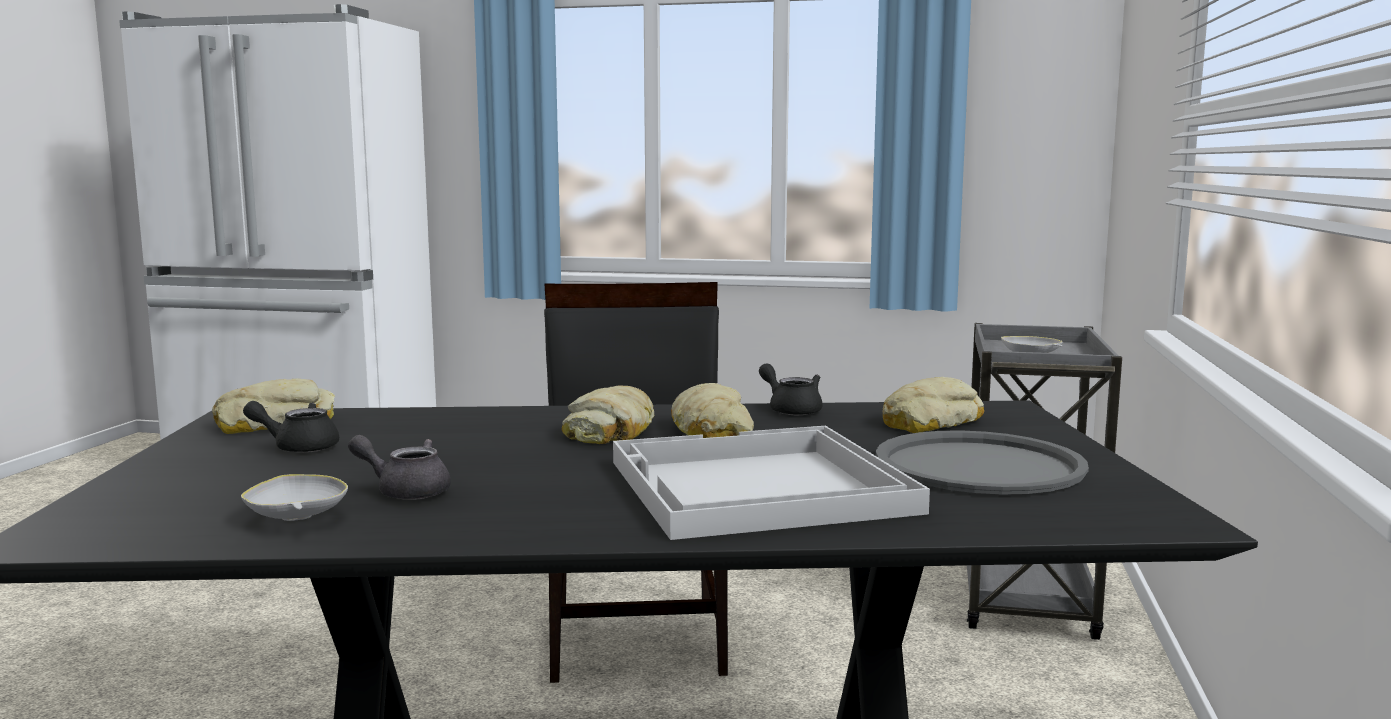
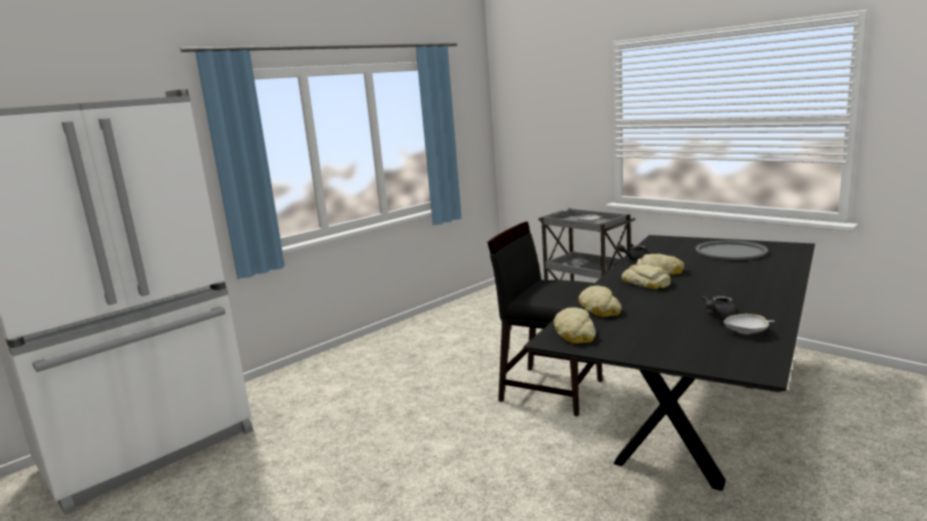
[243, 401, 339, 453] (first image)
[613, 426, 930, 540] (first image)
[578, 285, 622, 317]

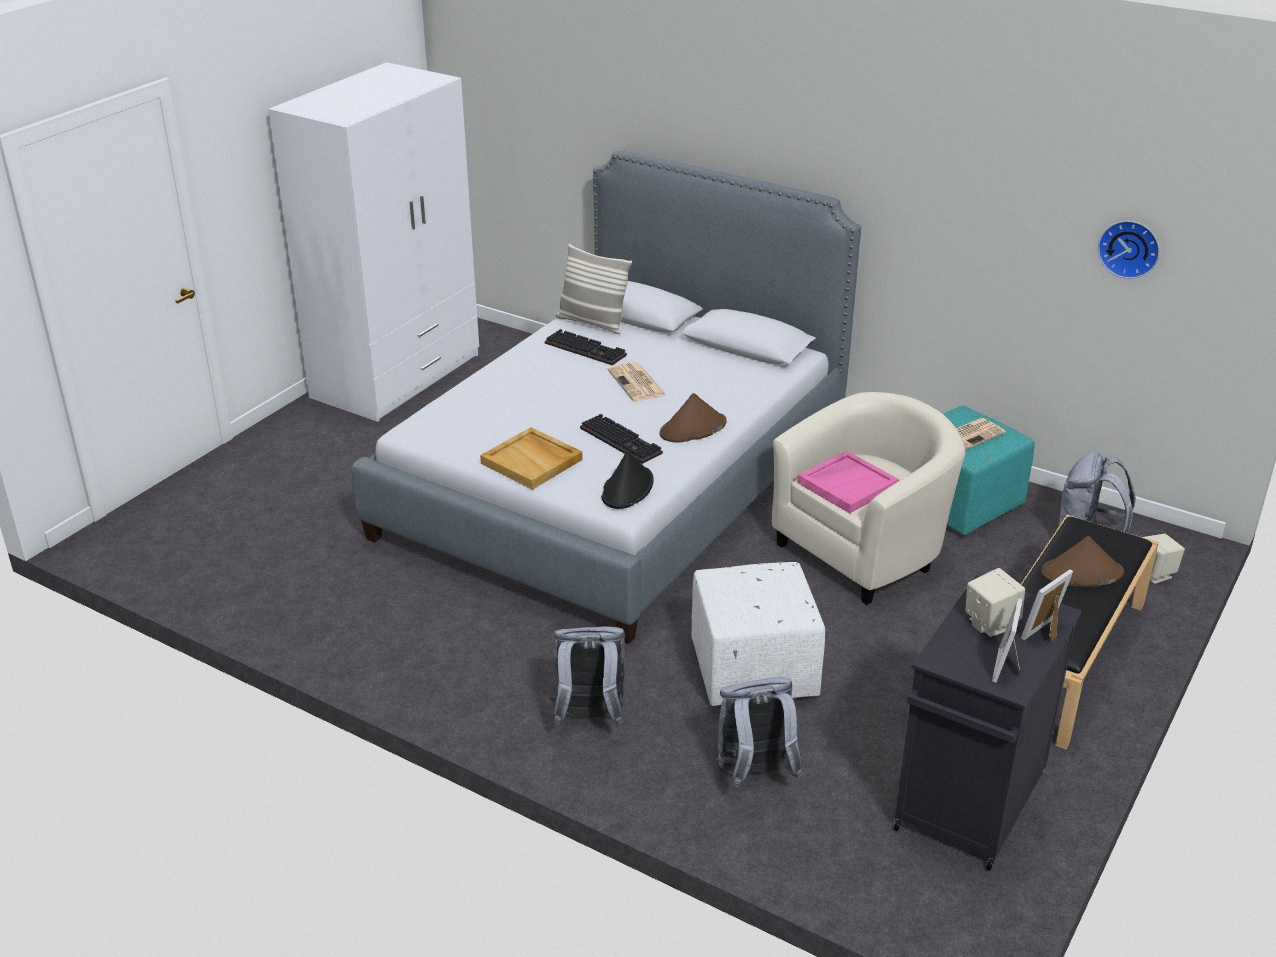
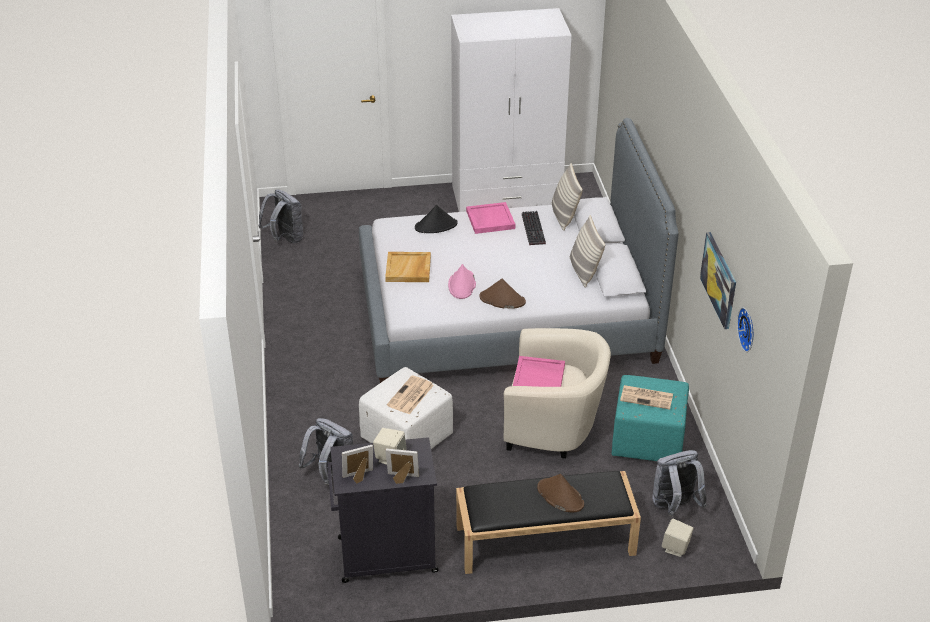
[259, 190, 303, 244]
[448, 264, 476, 299]
[415, 205, 458, 233]
[387, 375, 434, 415]
[466, 202, 515, 234]
[570, 215, 605, 288]
[700, 232, 736, 329]

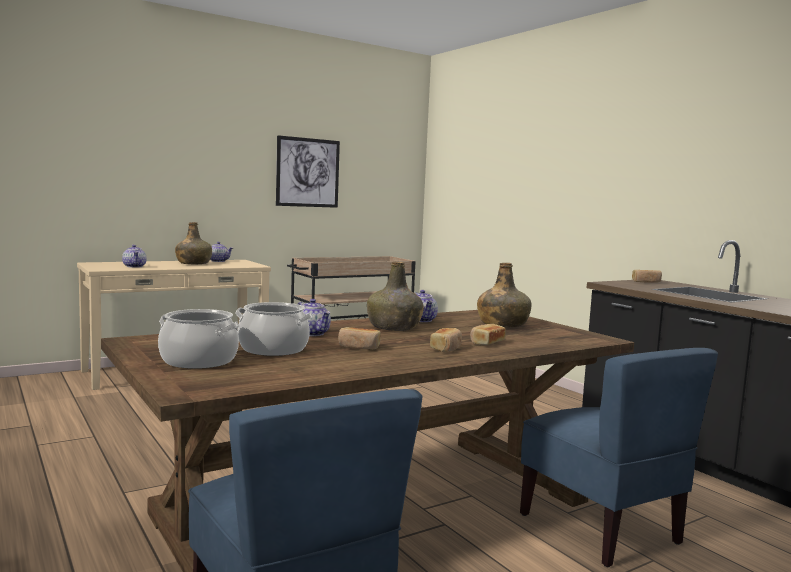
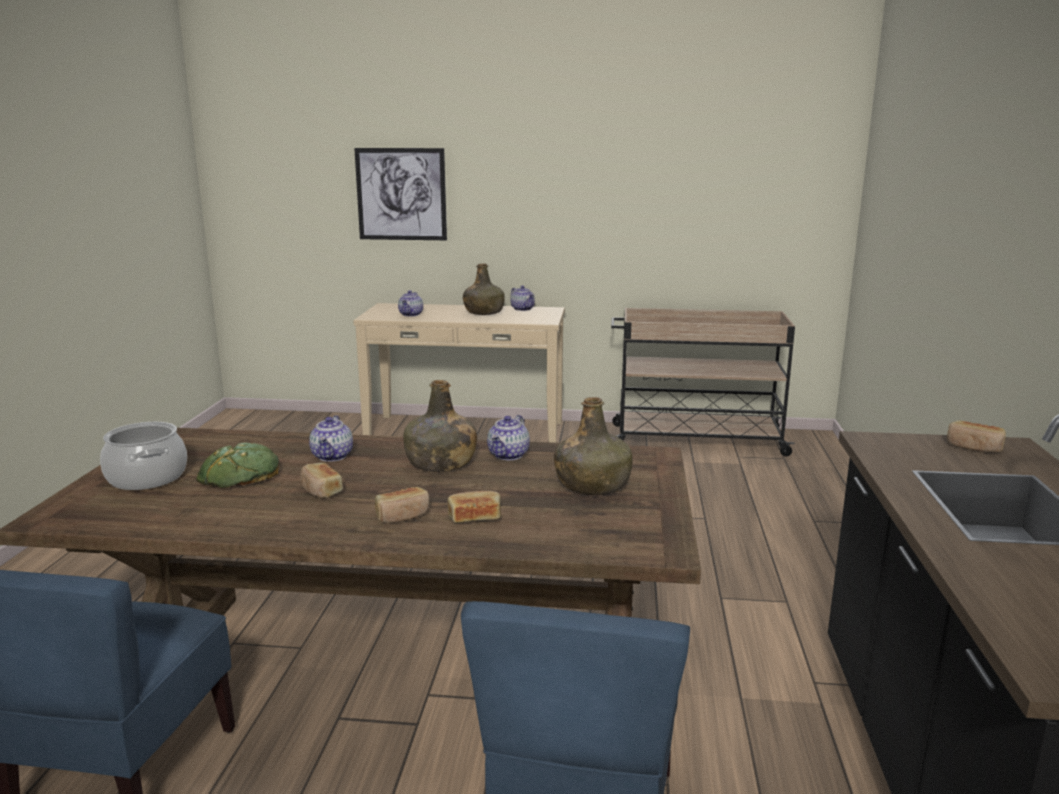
[196, 443, 279, 488]
[354, 148, 447, 240]

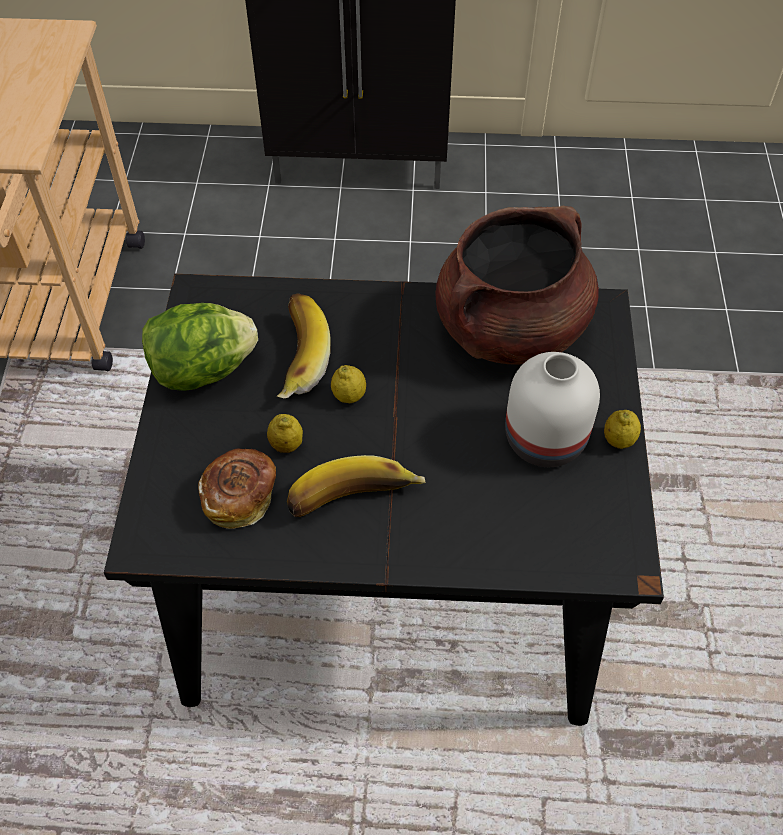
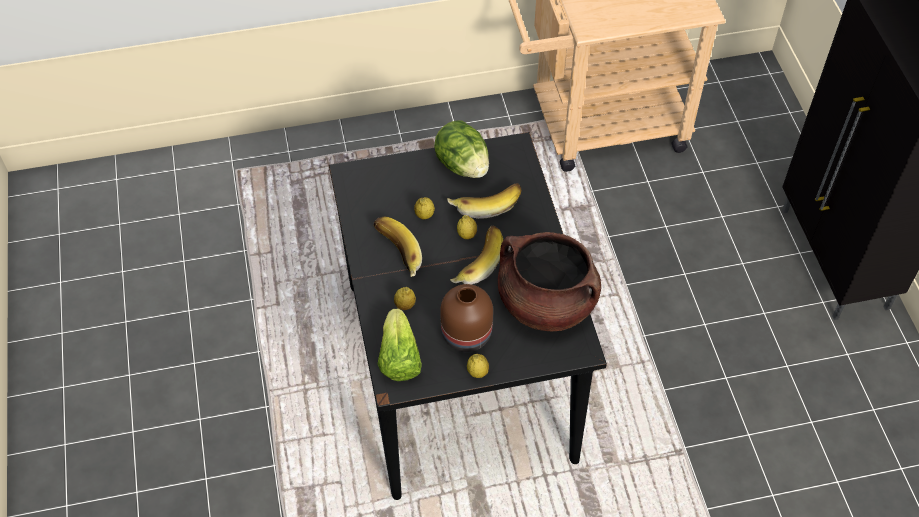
[198, 448, 276, 529] (first image)
[440, 284, 493, 352]
[378, 309, 422, 381]
[394, 287, 416, 310]
[450, 226, 503, 285]

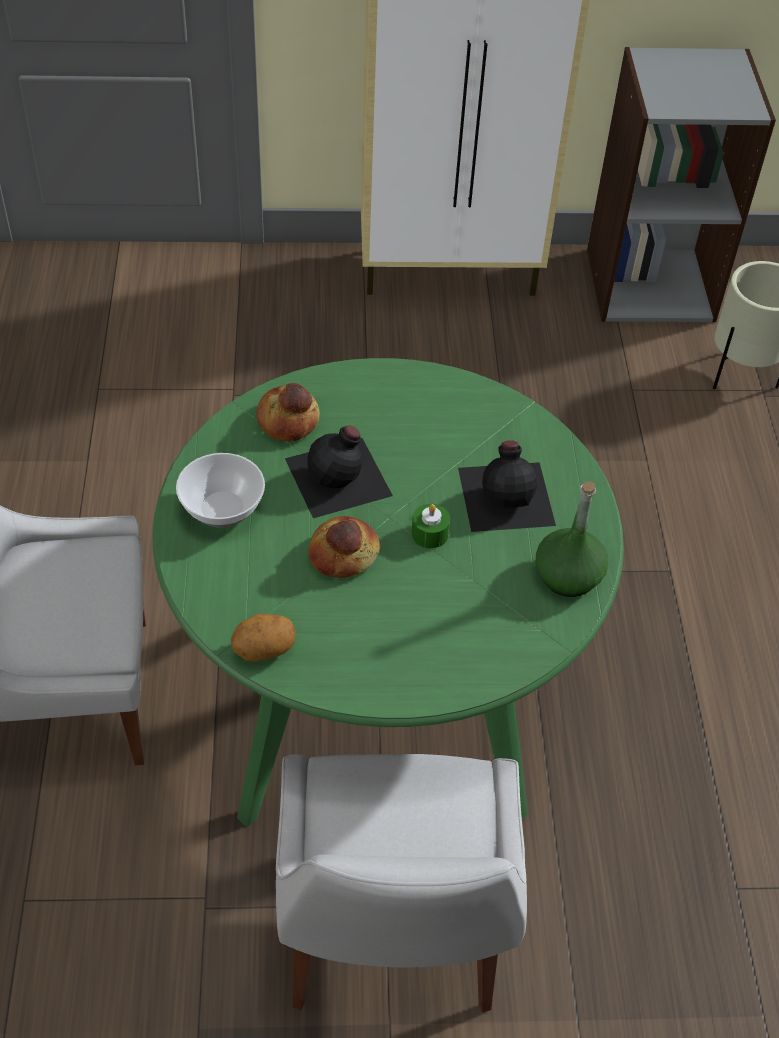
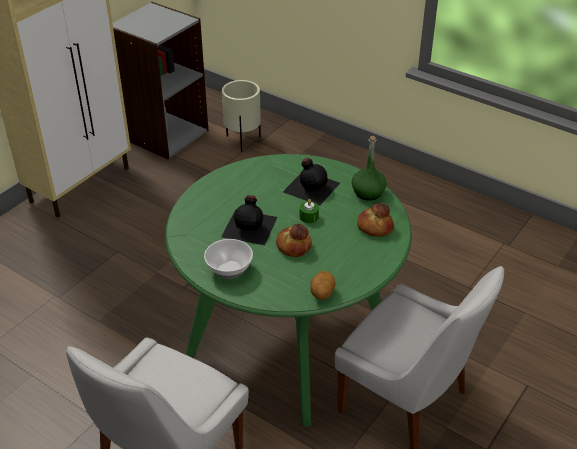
[357, 203, 394, 237]

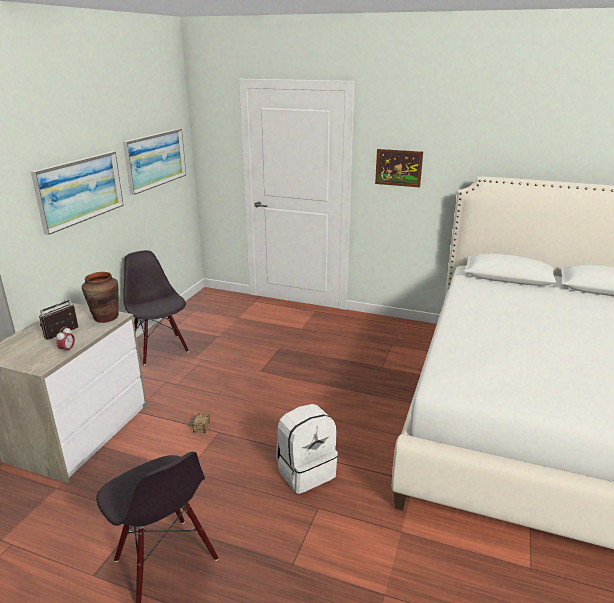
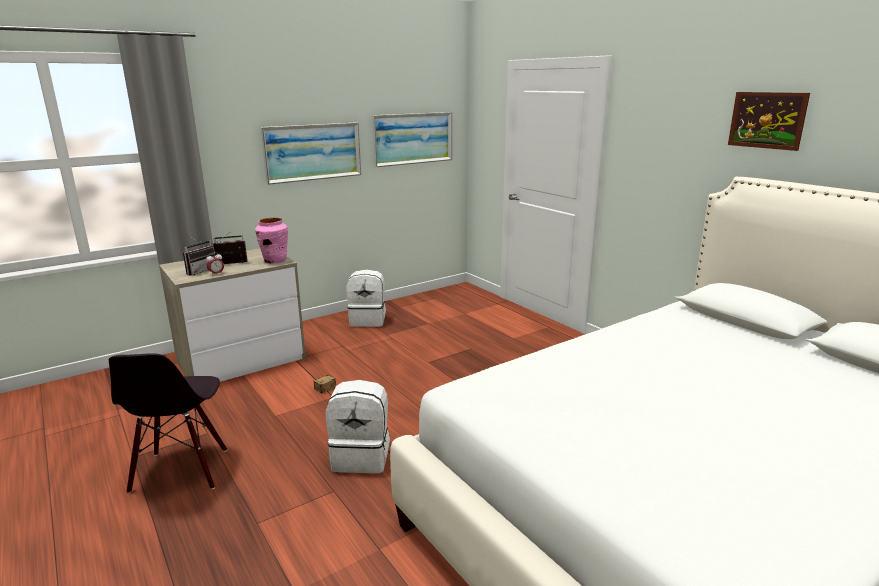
[255, 218, 288, 264]
[347, 269, 386, 327]
[728, 92, 810, 151]
[183, 235, 215, 276]

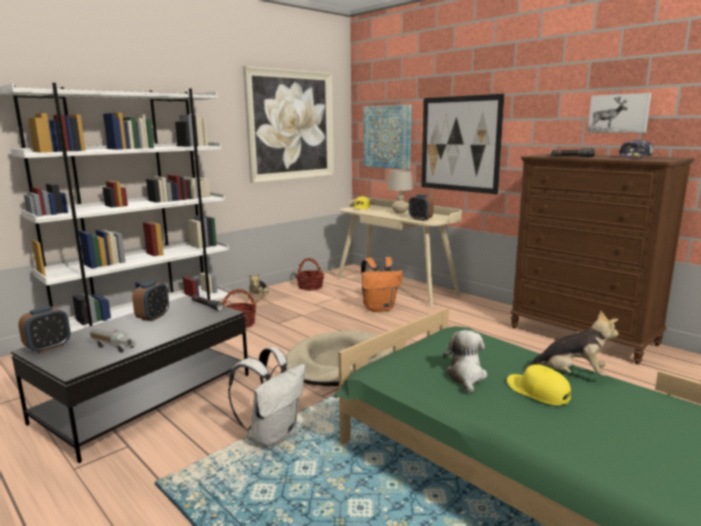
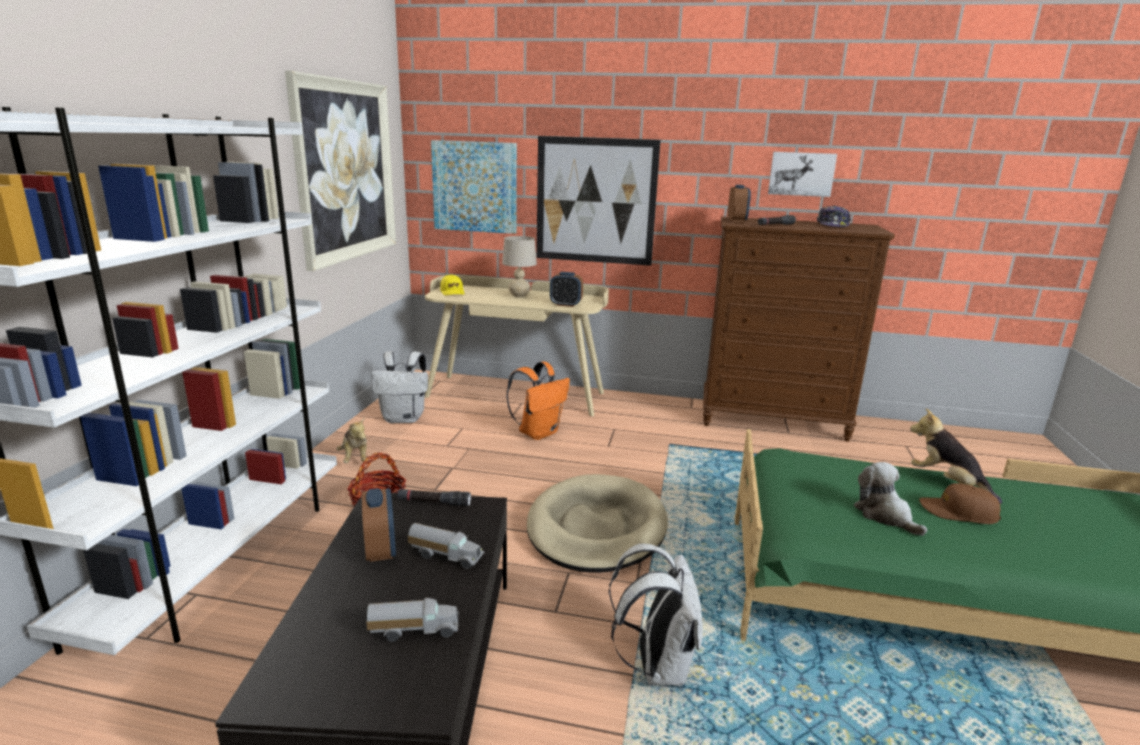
[728, 185, 751, 222]
[371, 351, 428, 423]
[919, 483, 1001, 524]
[910, 408, 1002, 504]
[408, 523, 484, 569]

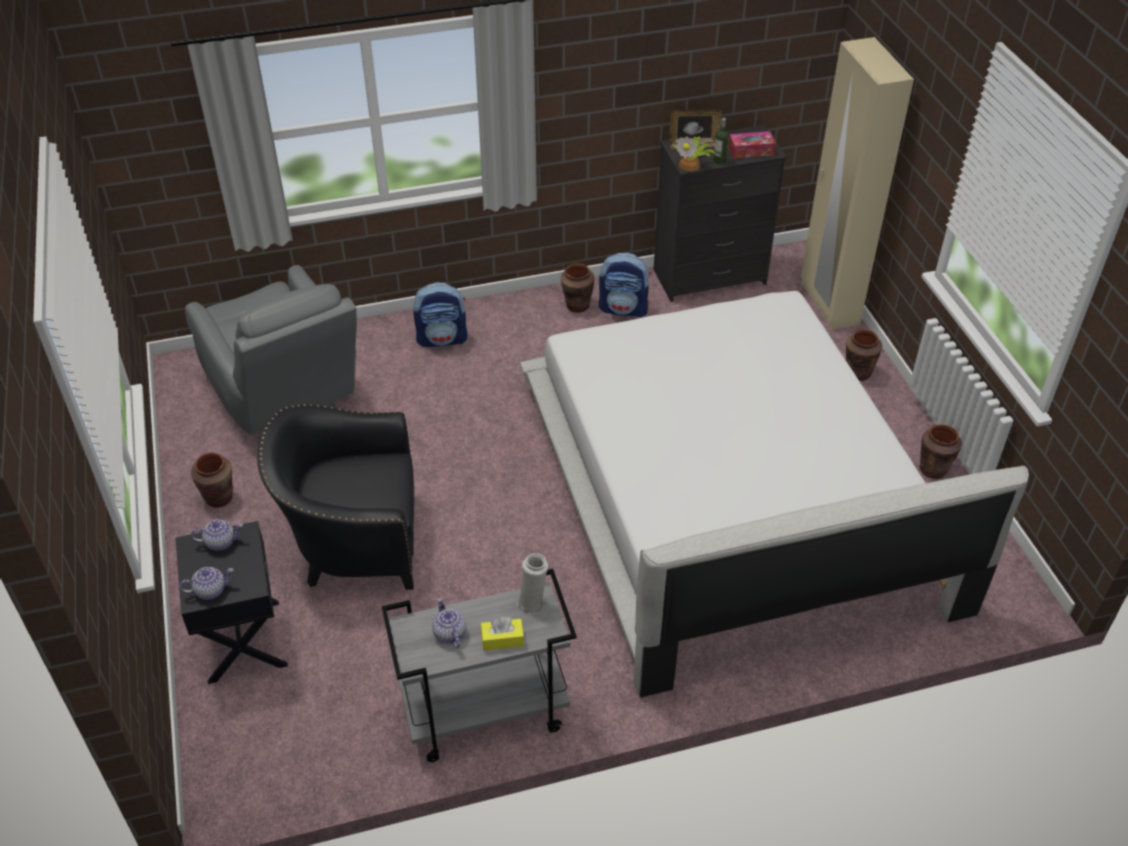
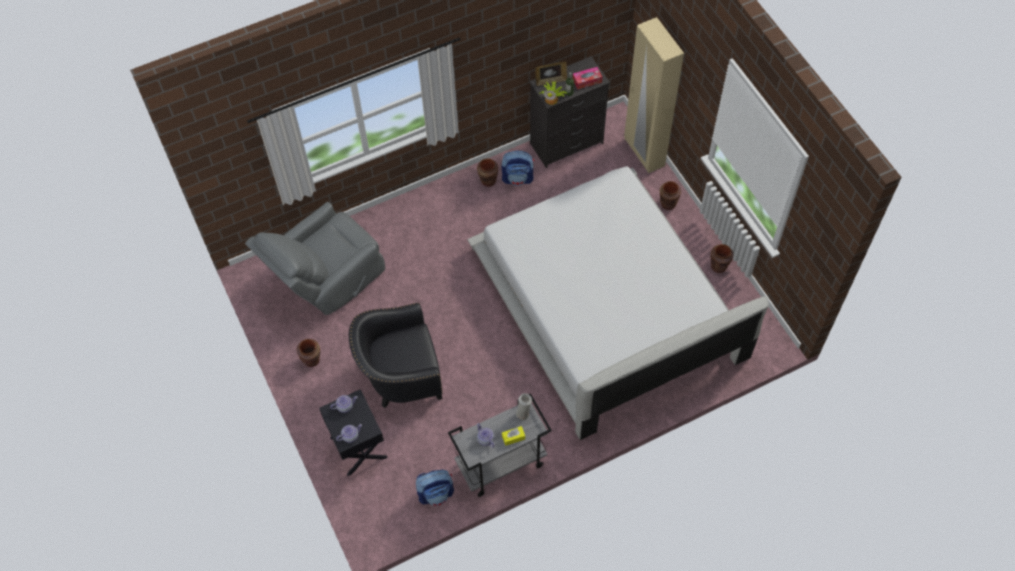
[245, 202, 385, 315]
[416, 470, 454, 506]

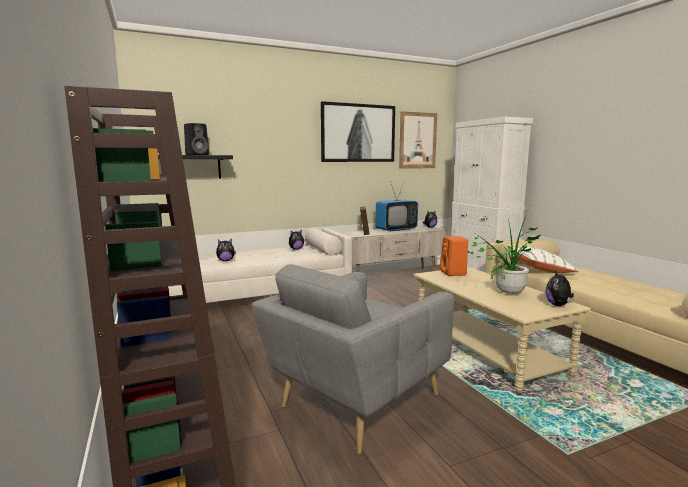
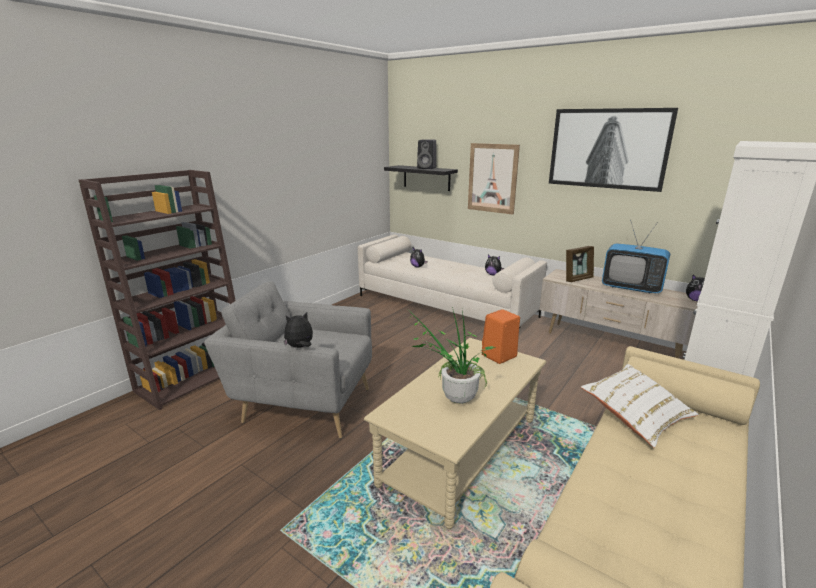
[468, 143, 520, 215]
[284, 312, 313, 348]

